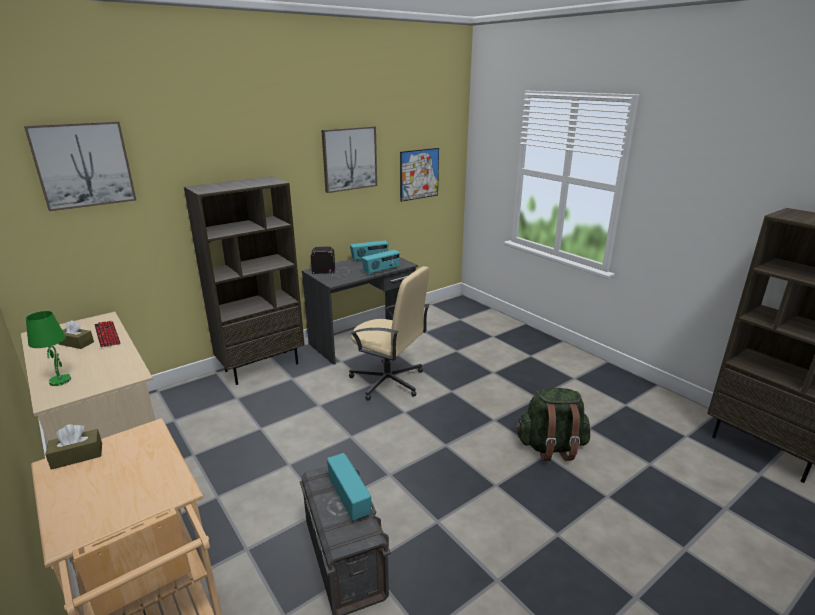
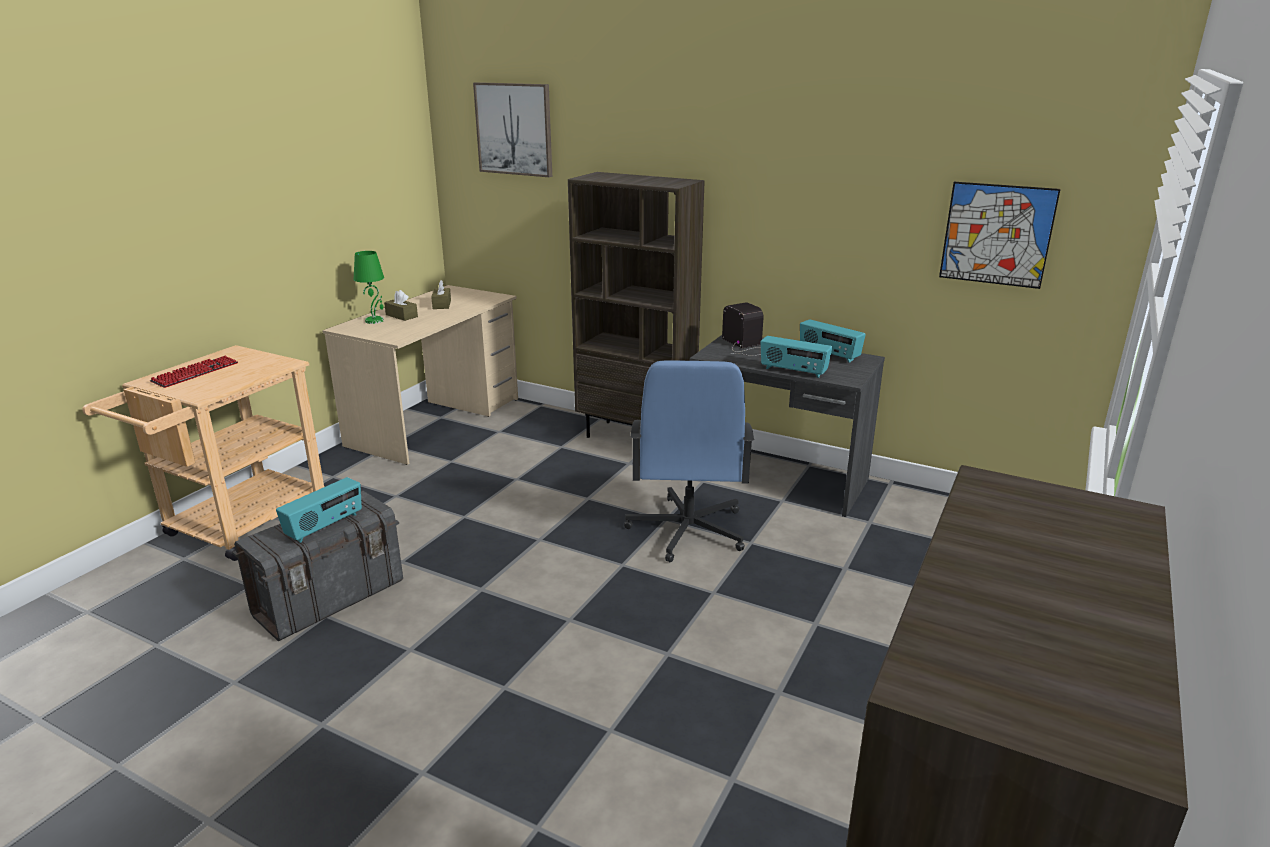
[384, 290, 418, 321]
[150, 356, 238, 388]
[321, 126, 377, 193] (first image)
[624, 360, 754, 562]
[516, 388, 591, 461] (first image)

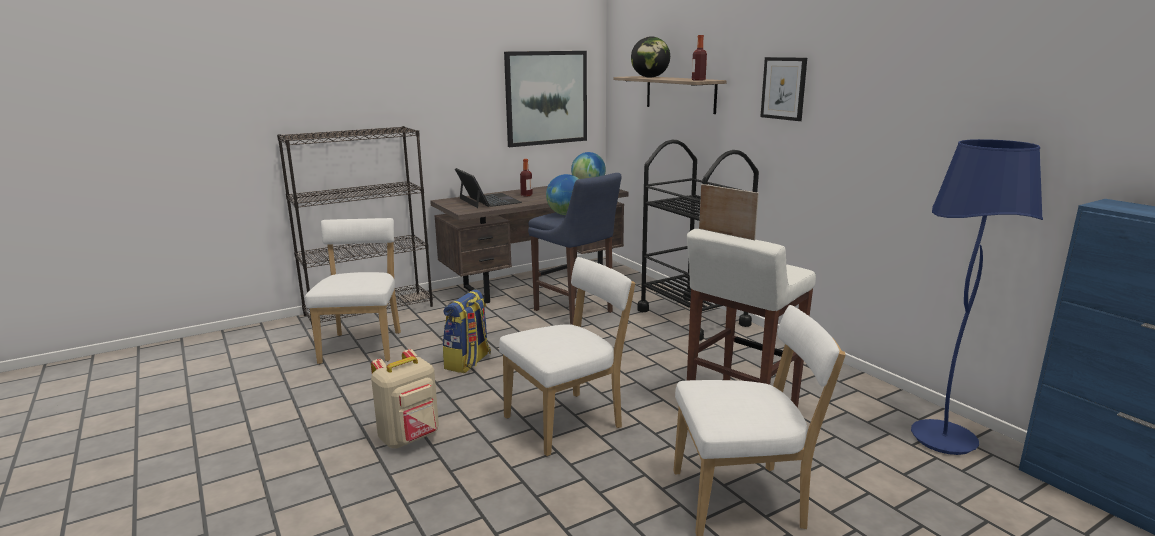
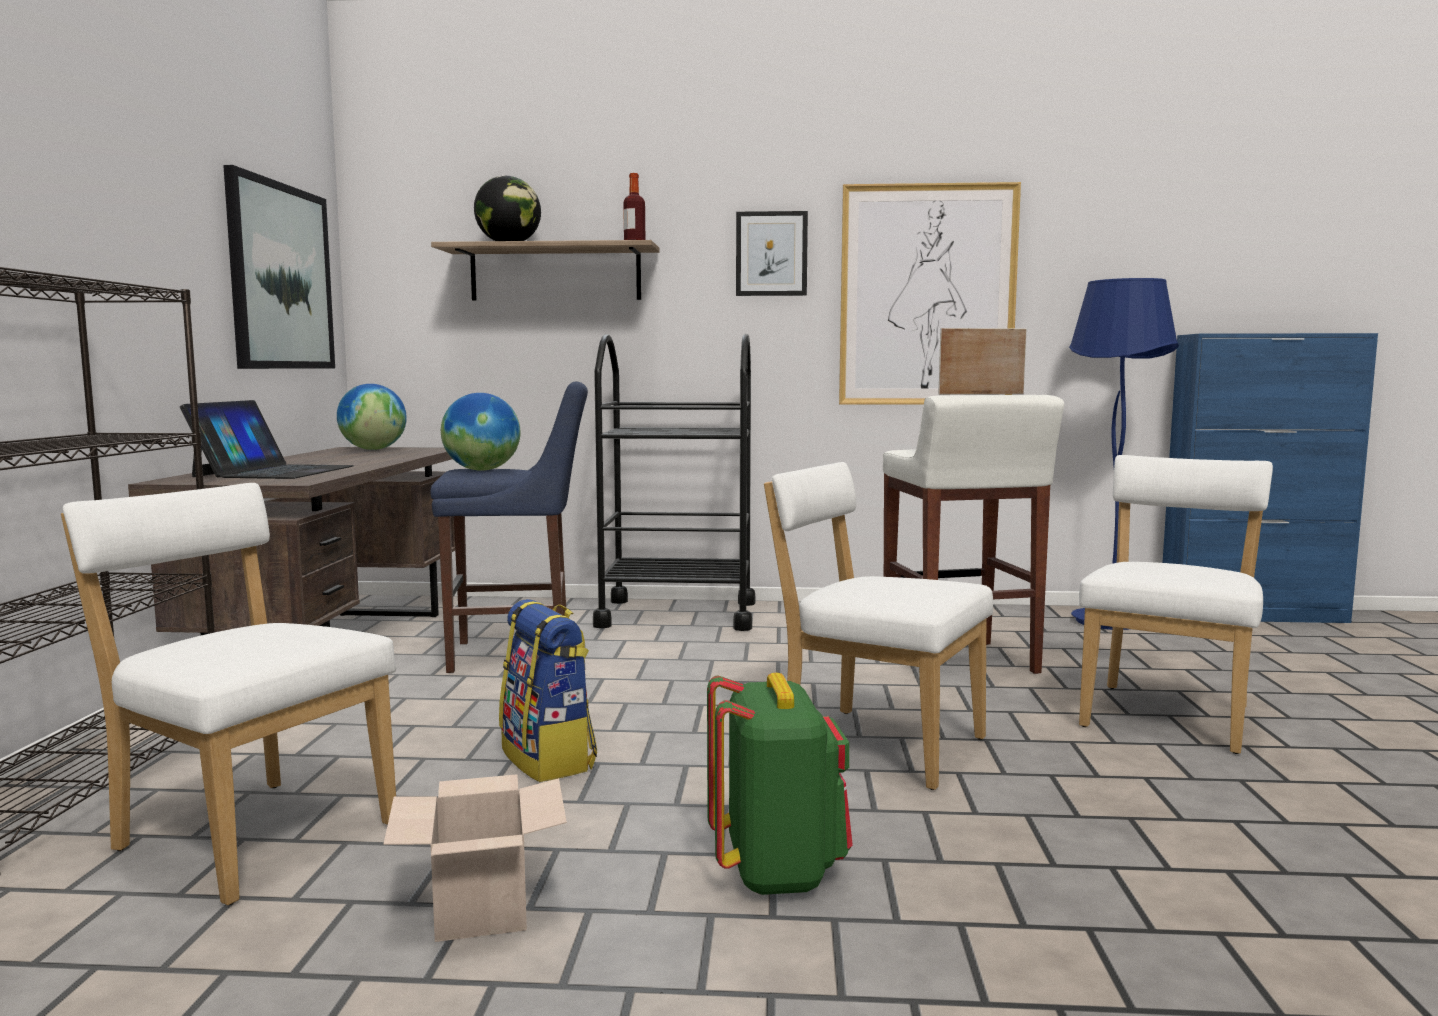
[707, 673, 853, 895]
[180, 400, 354, 479]
[764, 462, 993, 790]
[520, 159, 533, 197] (first image)
[384, 774, 567, 942]
[839, 182, 1021, 405]

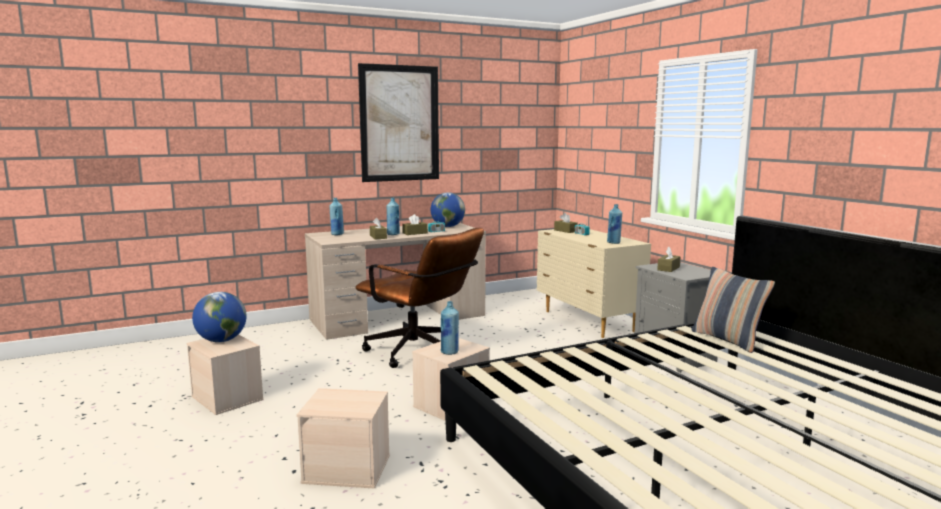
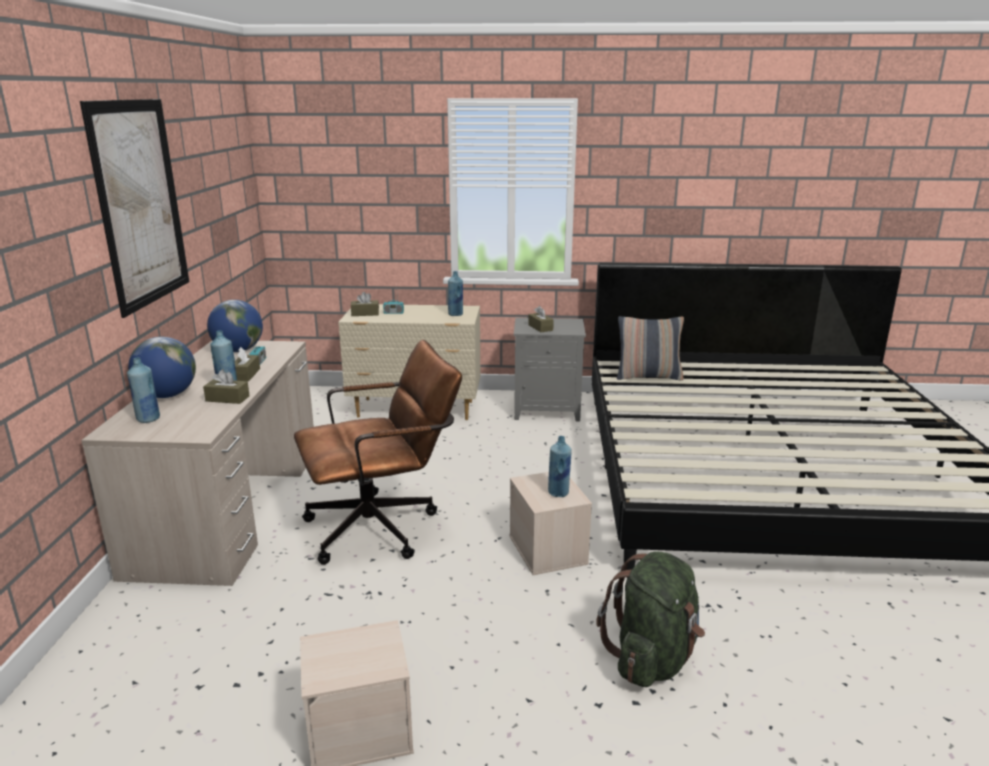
[128, 337, 196, 398]
[596, 551, 705, 687]

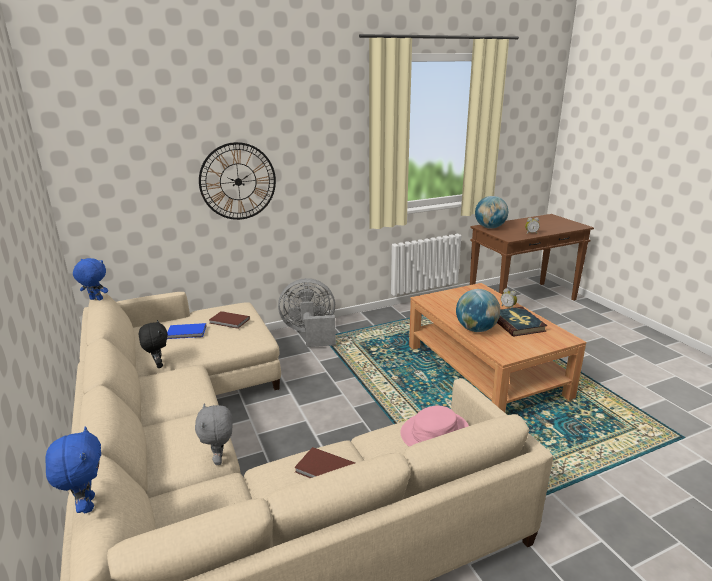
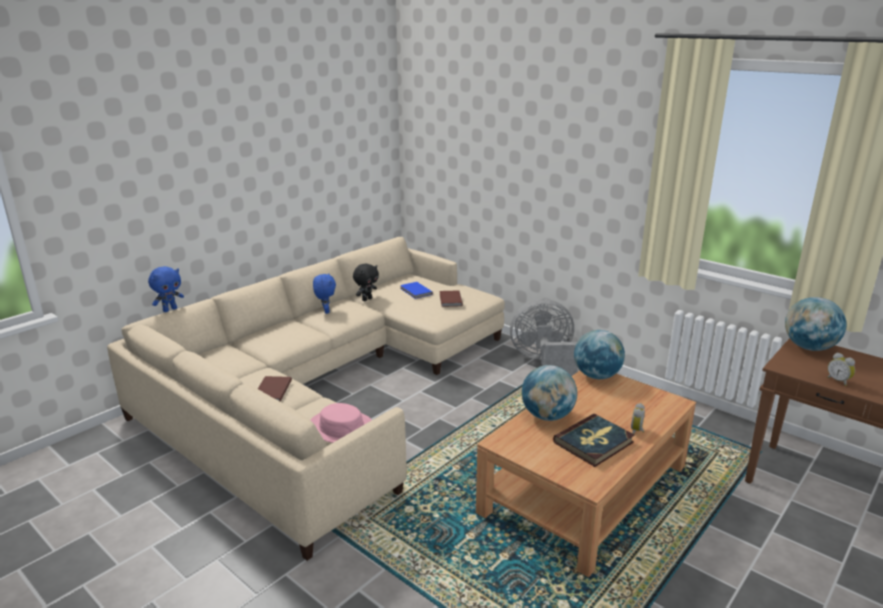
[313, 273, 336, 314]
[195, 403, 232, 465] (first image)
[199, 142, 276, 220] (first image)
[510, 299, 578, 376]
[574, 330, 625, 379]

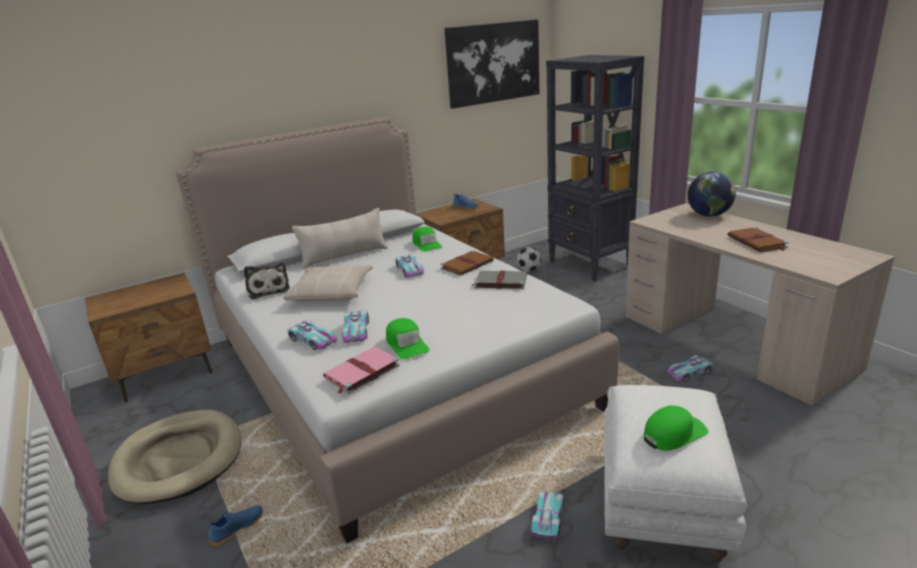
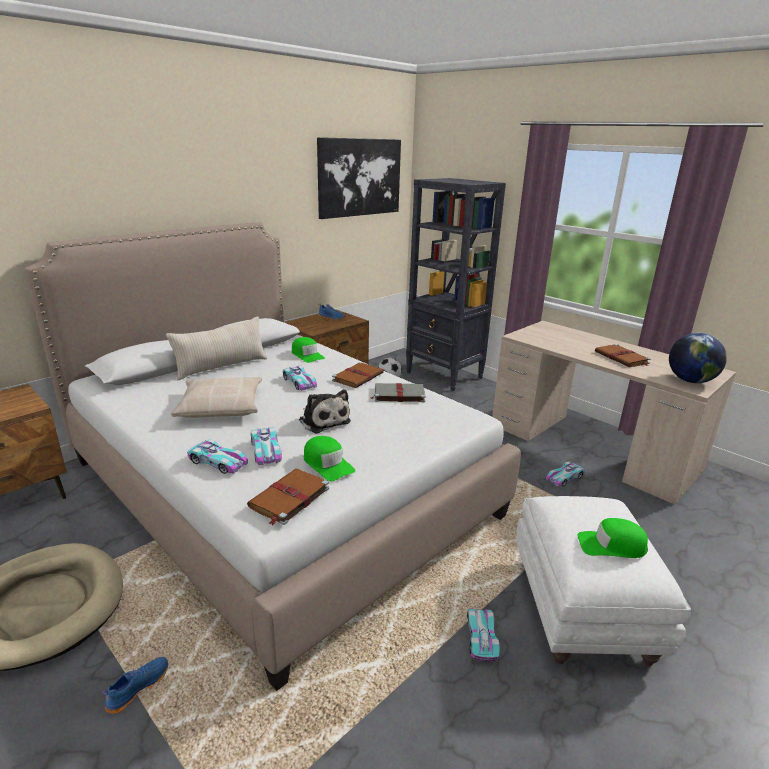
[299, 389, 351, 434]
[247, 469, 329, 525]
[577, 518, 648, 558]
[669, 333, 727, 383]

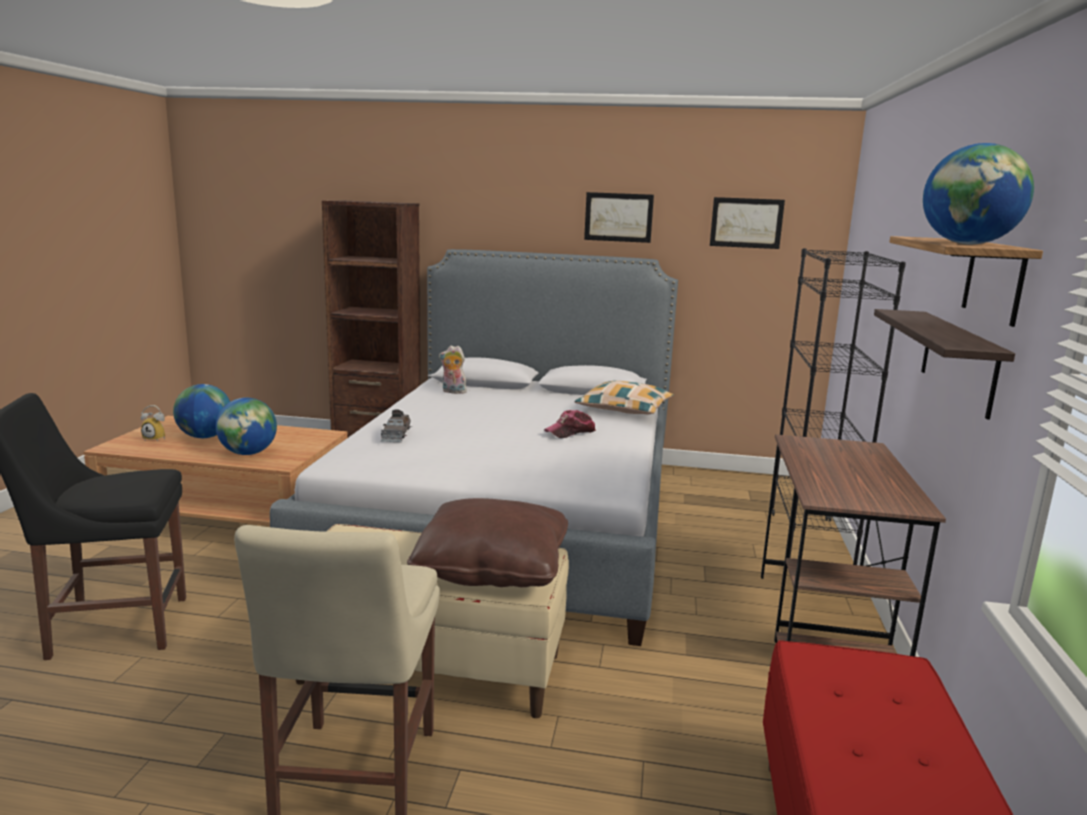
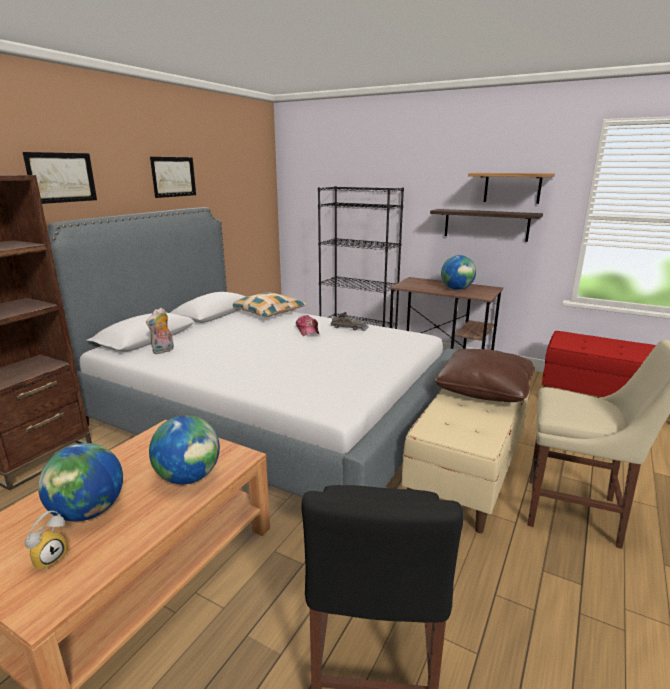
[331, 312, 368, 331]
[23, 152, 97, 204]
[441, 255, 476, 290]

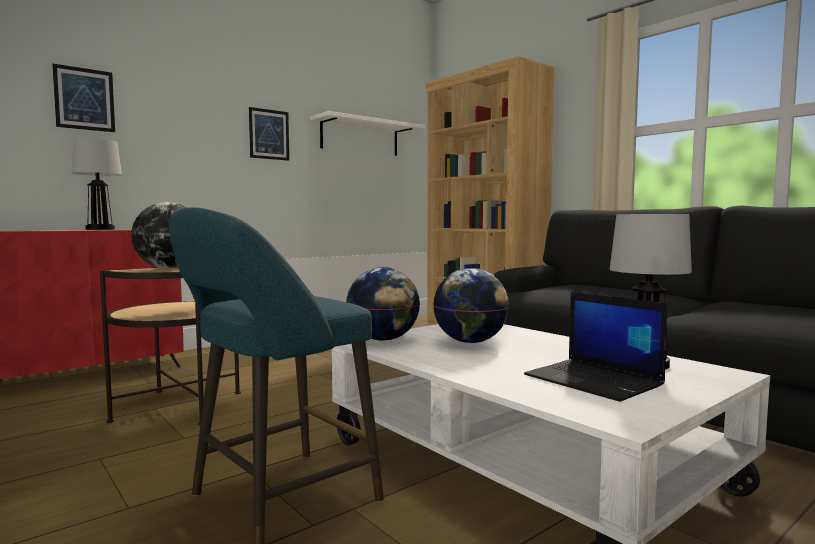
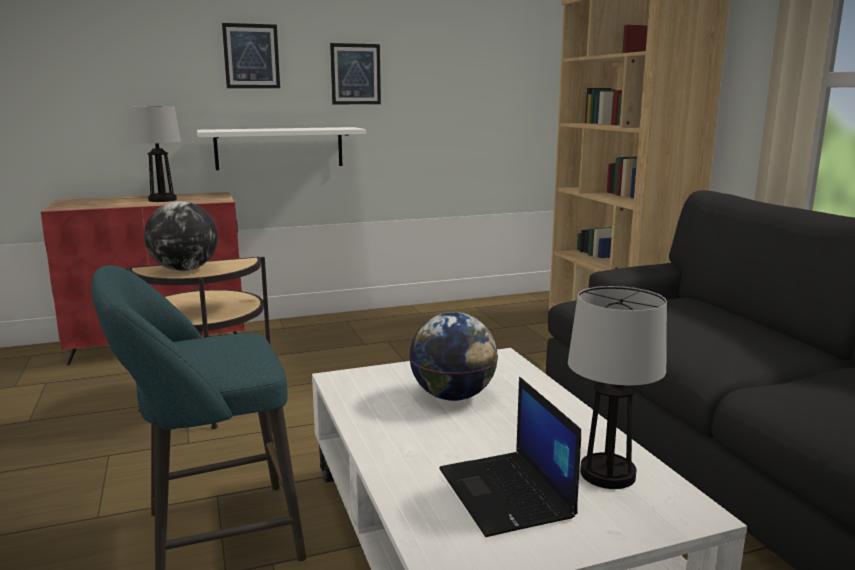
[222, 23, 280, 88]
[197, 127, 366, 170]
[346, 267, 420, 341] (first image)

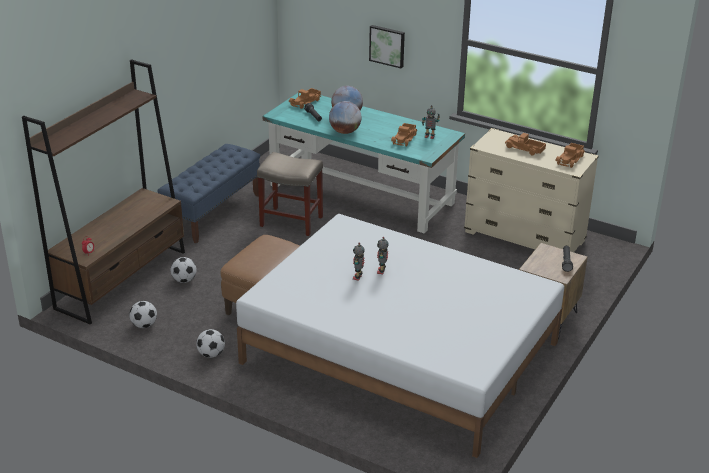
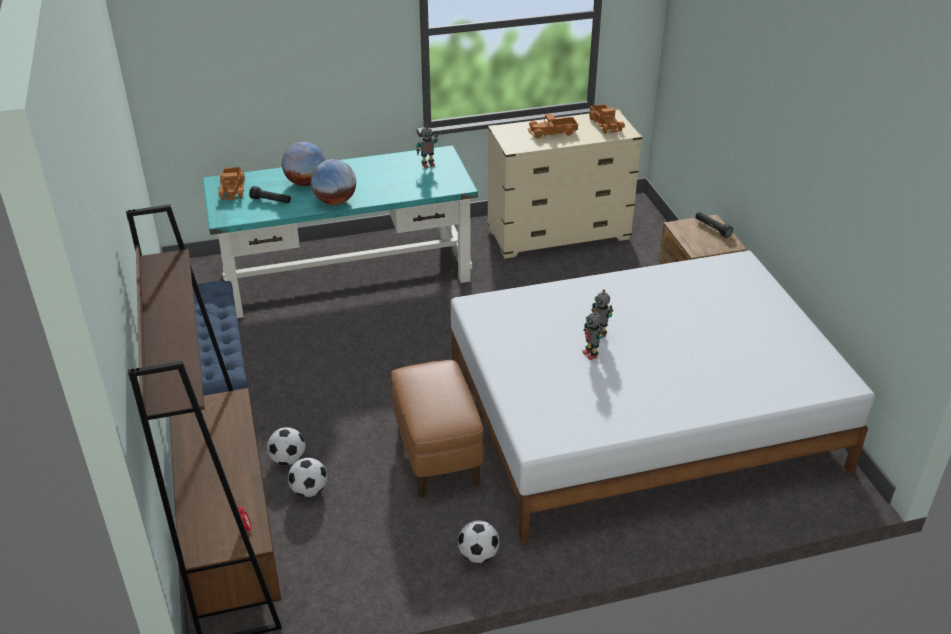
[267, 427, 305, 465]
[257, 152, 323, 236] (first image)
[369, 25, 405, 68] (first image)
[391, 123, 417, 147] (first image)

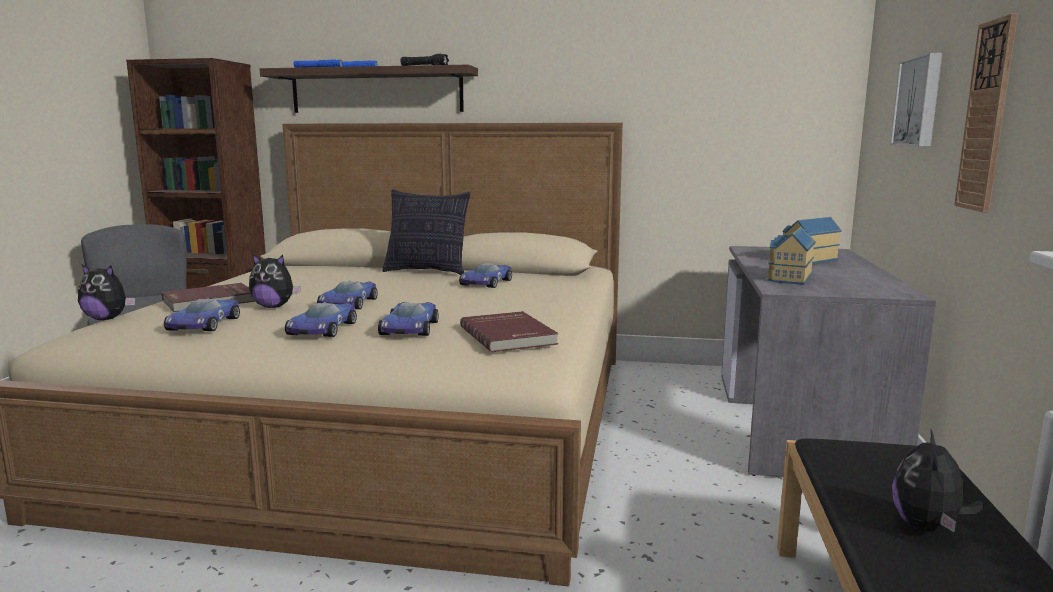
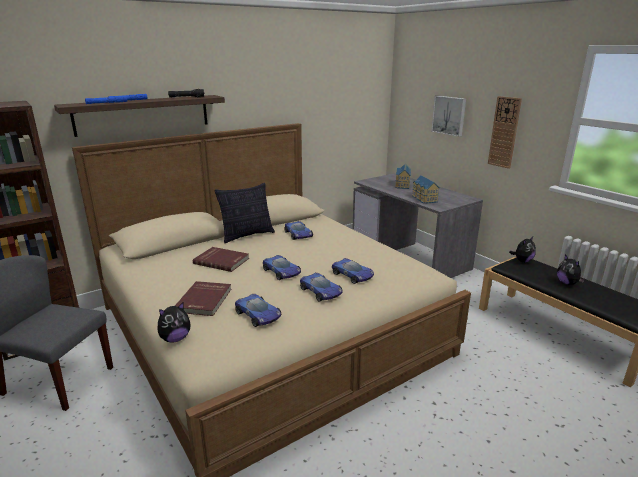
[509, 237, 536, 263]
[193, 247, 249, 272]

